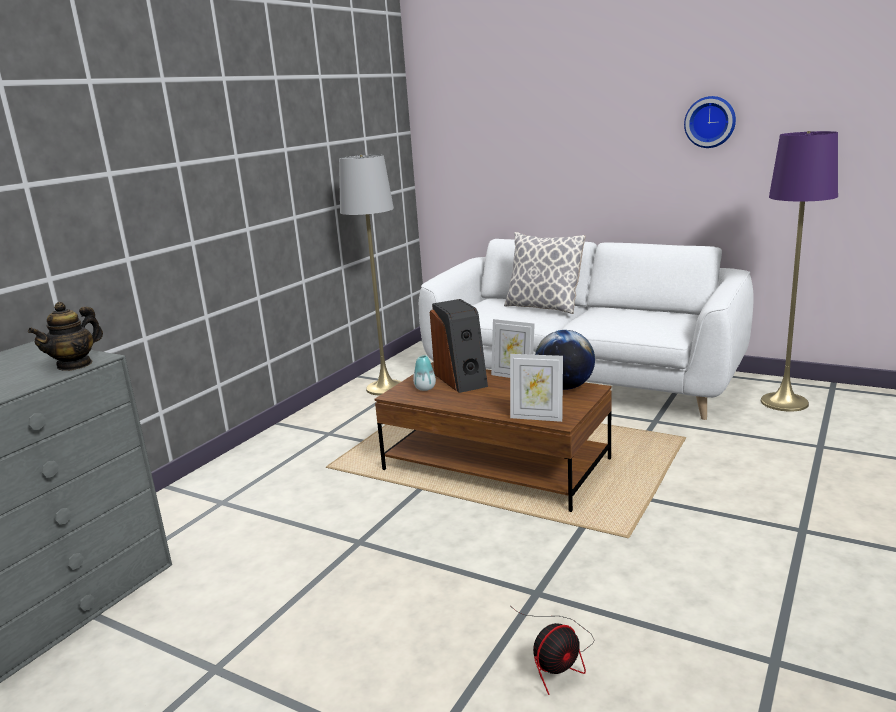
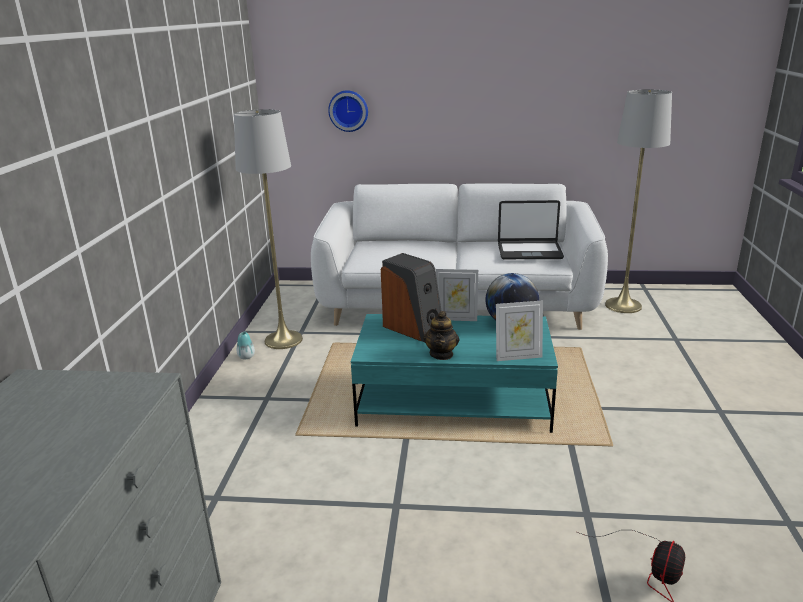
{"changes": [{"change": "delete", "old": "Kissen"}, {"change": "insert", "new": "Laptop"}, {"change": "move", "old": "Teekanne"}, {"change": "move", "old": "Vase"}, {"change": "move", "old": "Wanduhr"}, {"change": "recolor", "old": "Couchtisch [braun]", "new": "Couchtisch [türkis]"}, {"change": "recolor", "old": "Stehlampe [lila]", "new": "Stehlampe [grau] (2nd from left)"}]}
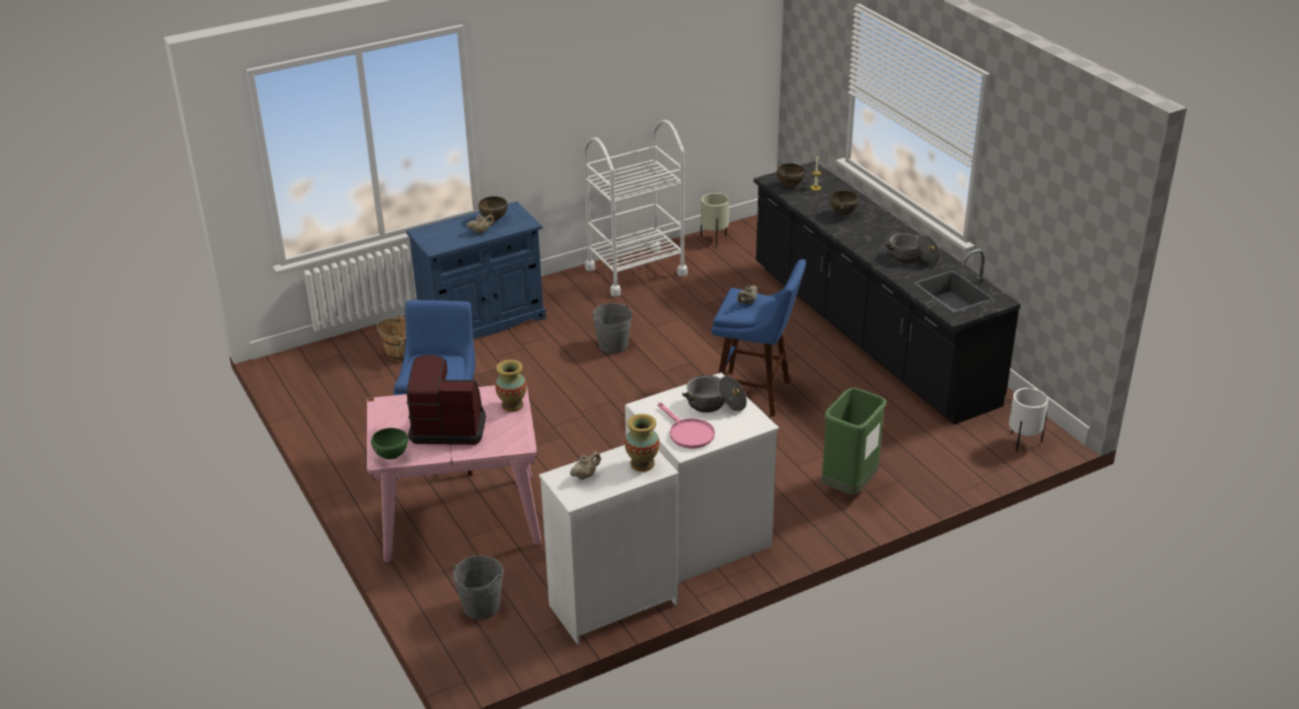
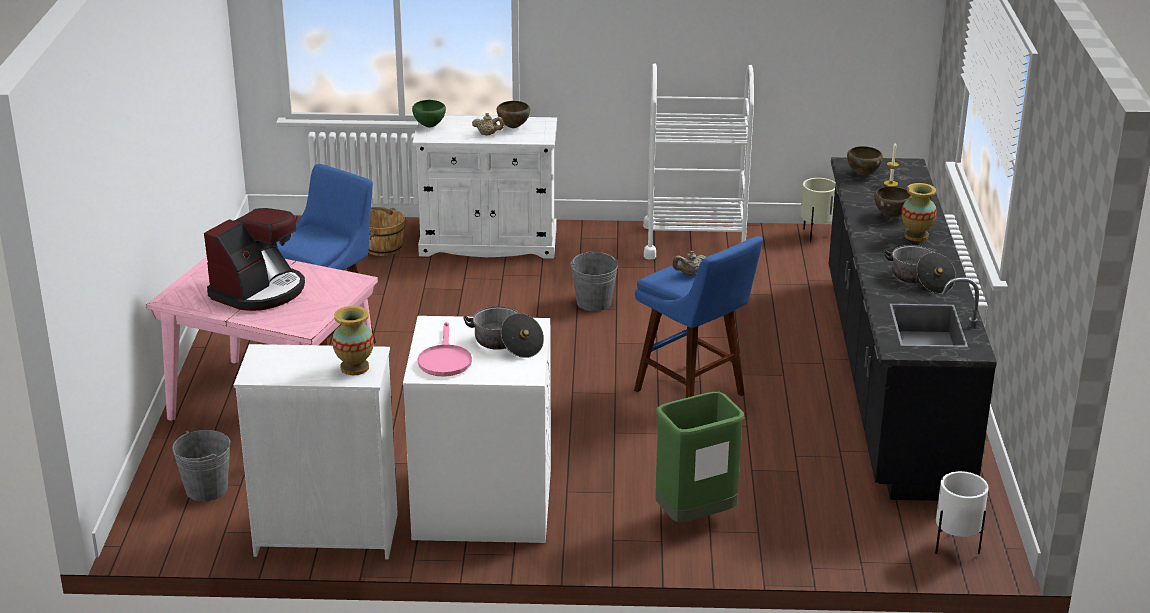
{"changes": [{"change": "delete", "old": "Teekanne [beige] (2nd from left)"}, {"change": "move", "old": "Schüssel [grün]"}, {"change": "move", "old": "Vase (1st from left in the first image)", "new": "Vase (2nd from left)"}, {"change": "recolor", "old": "Schrank [blau]", "new": "Schrank [weiß]"}, {"change": "rotate", "old": "Kaffeemaschine", "degrees": 90}]}
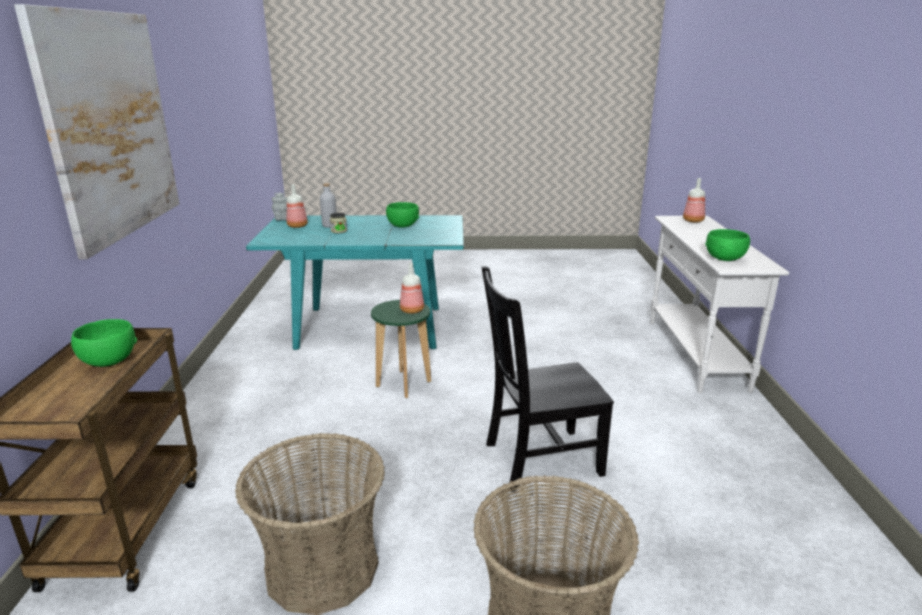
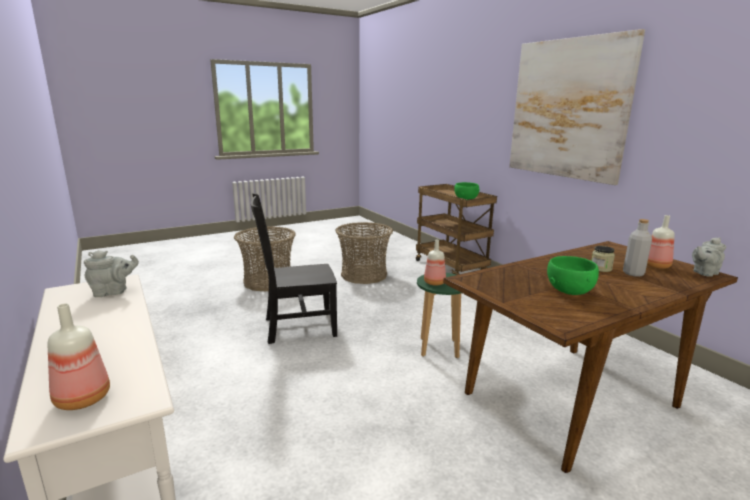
{"changes": [{"change": "replace", "old": "Schüssel [grün] (3rd from left)", "new": "Teekanne [grau] (1st from left)"}, {"change": "recolor", "old": "Esstisch [türkis]", "new": "Esstisch [braun]"}, {"change": "rotate", "old": "Stuhl [schwarz]", "degrees": -150}]}
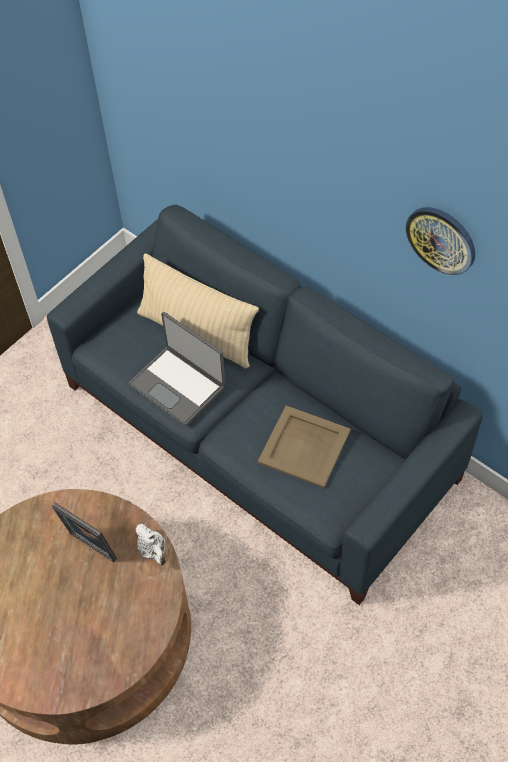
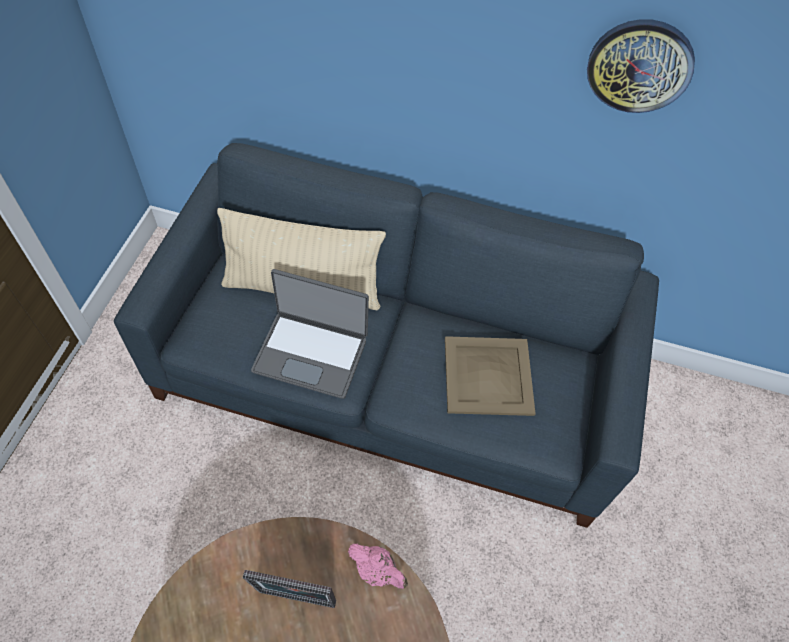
{"changes": [{"change": "recolor", "old": "Teekanne [weiß]", "new": "Teekanne [rosa]"}]}
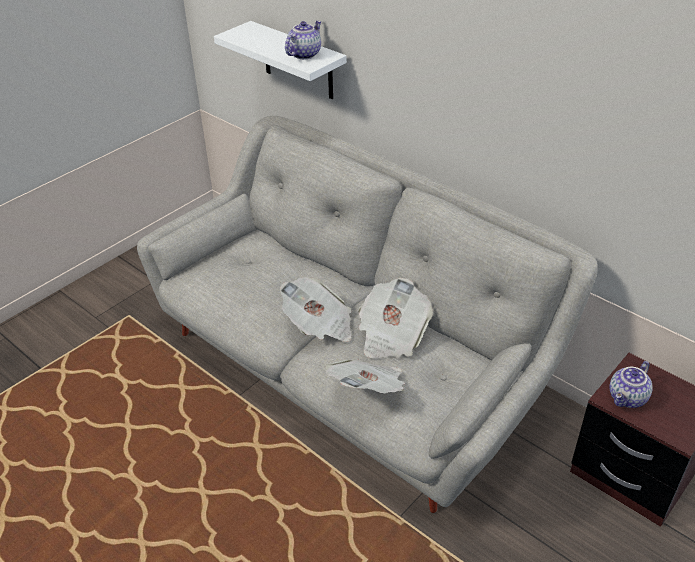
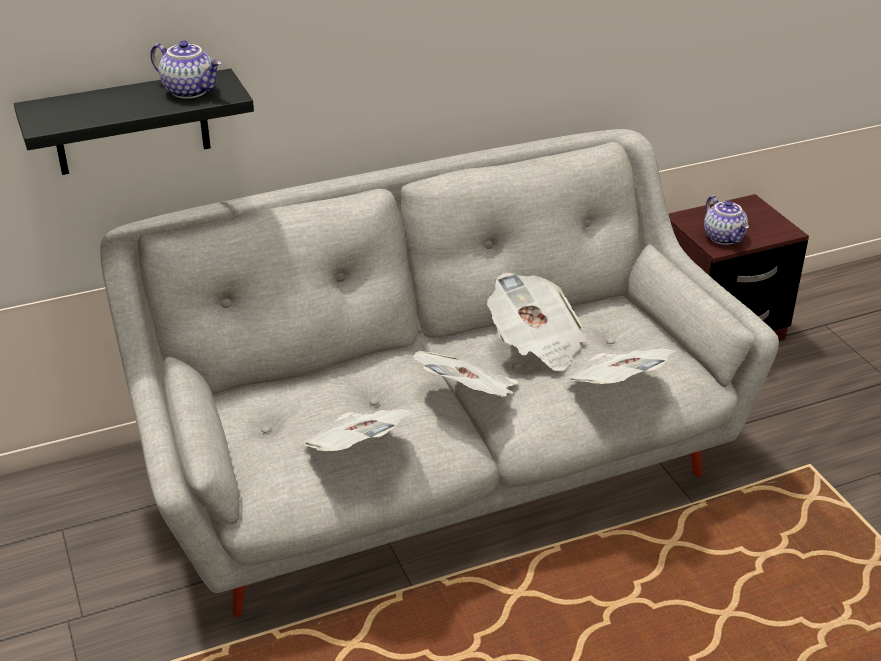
{"changes": [{"change": "insert", "new": "Zeitung (1st from left)"}, {"change": "recolor", "old": "Wandregal [weiß]", "new": "Wandregal [schwarz]"}, {"change": "rotate", "old": "Teekanne (1st from left)", "degrees": 150}]}
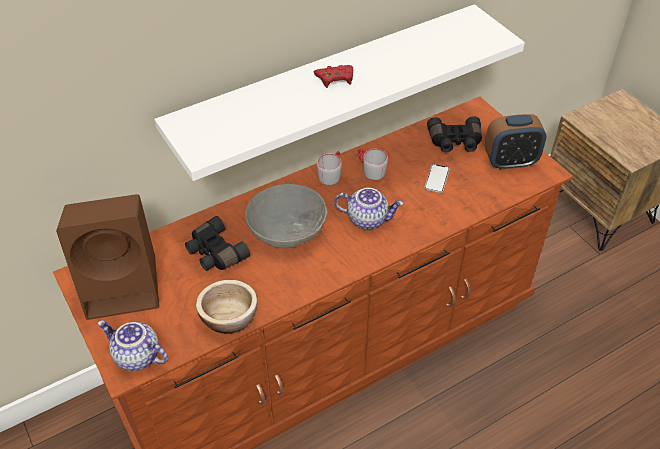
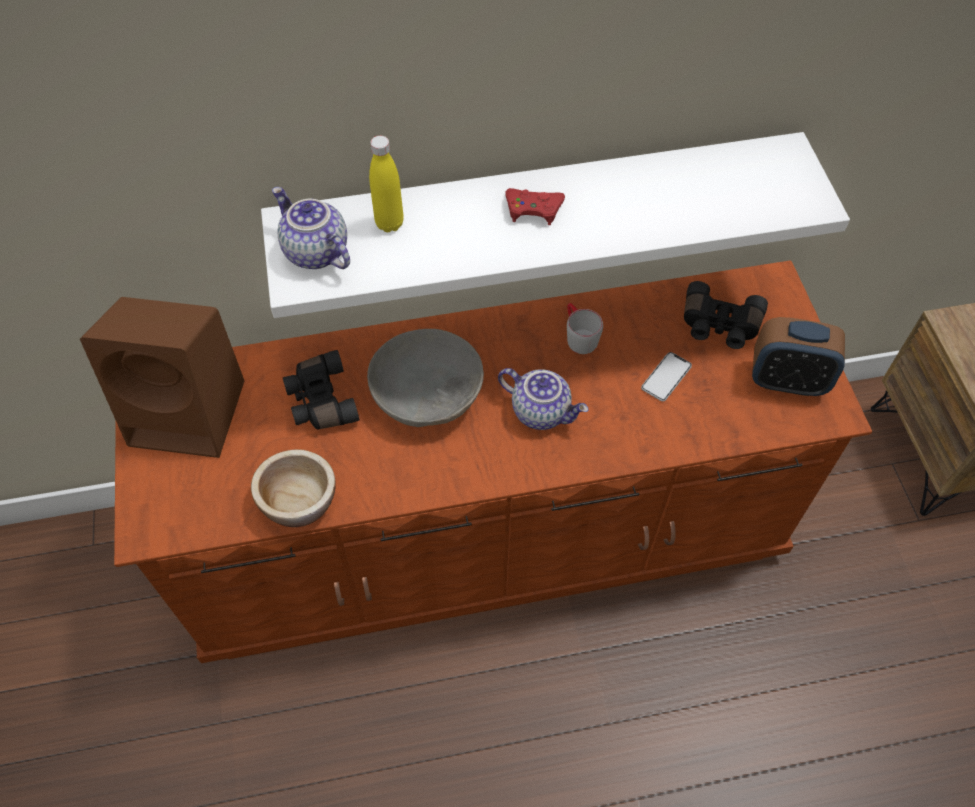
{"changes": [{"change": "delete", "old": "Henkelbecher [grau] (1st from left)"}, {"change": "insert", "new": "Flasche [gelb]"}, {"change": "move", "old": "Teekanne (1st from left)"}]}
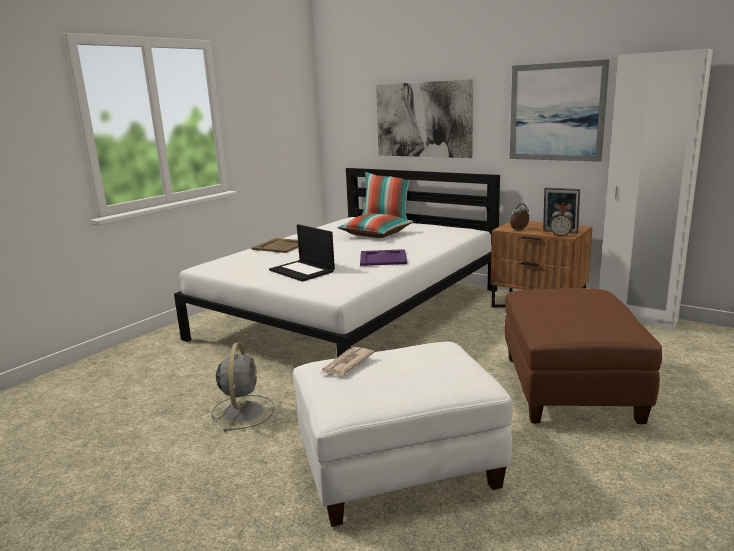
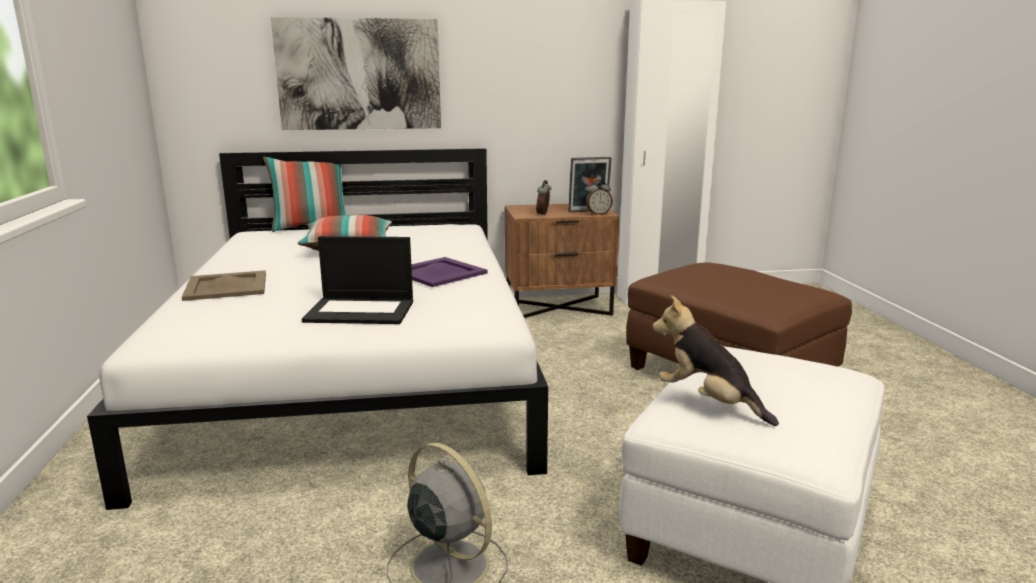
{"changes": [{"change": "delete", "old": "Bild (2nd from left)"}, {"change": "replace", "old": "Zeitung", "new": "Plüschtier"}]}
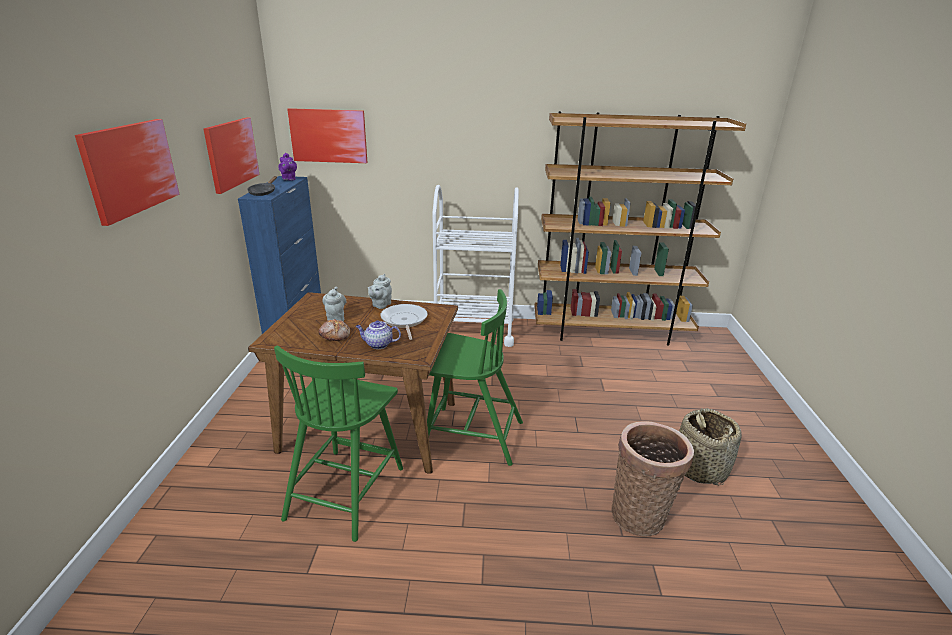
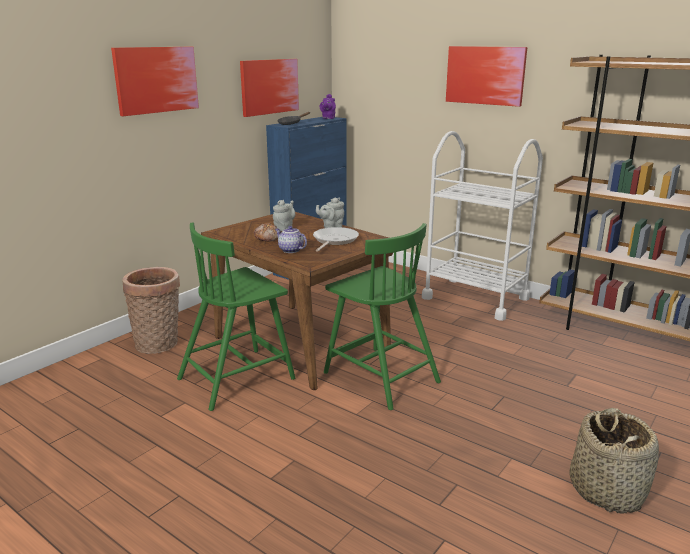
{"changes": [{"change": "move", "old": "Bild (3rd from left)"}, {"change": "move", "old": "Korb (1st from left)"}]}
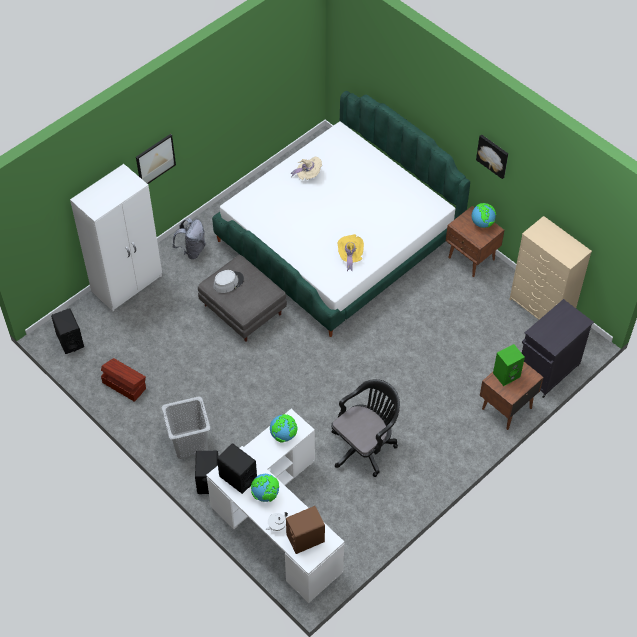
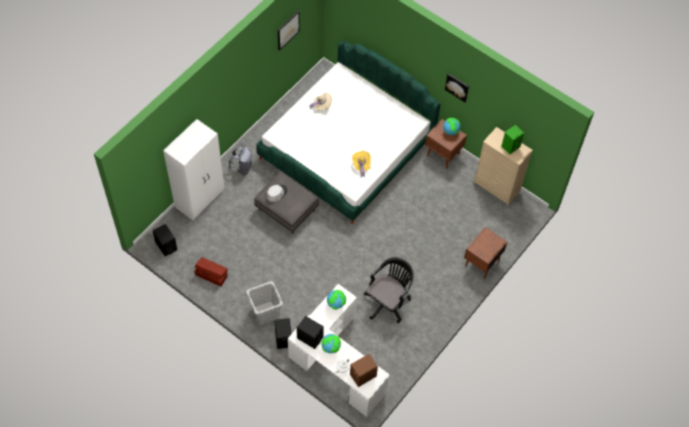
{"changes": [{"change": "delete", "old": "Schrank [schwarz]"}, {"change": "move", "old": "Bild (1st from left)"}, {"change": "move", "old": "Lautsprecher [grün]"}]}
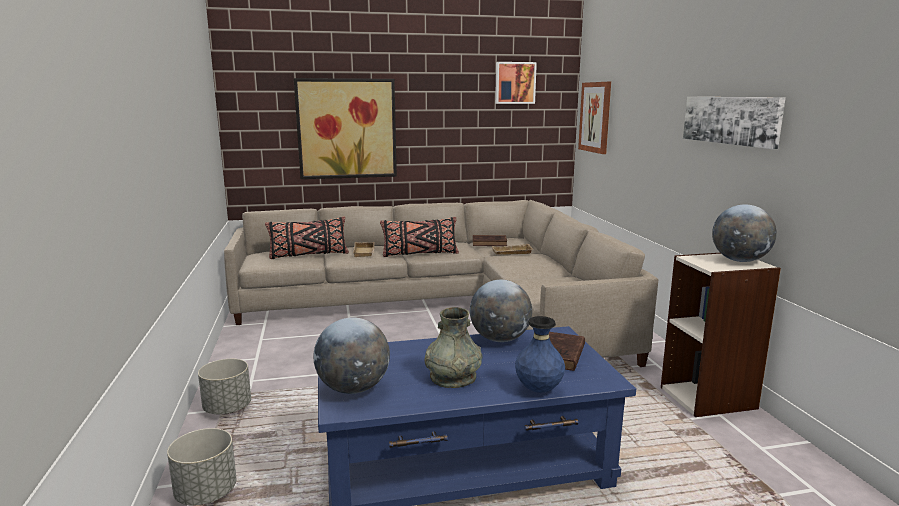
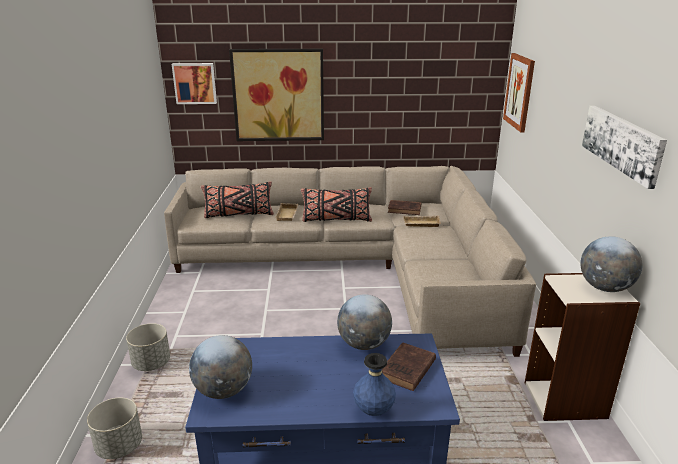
{"changes": [{"change": "delete", "old": "Vase [grau]"}, {"change": "move", "old": "Bild (2nd from left in the first image)", "new": "Bild (1st from left)"}]}
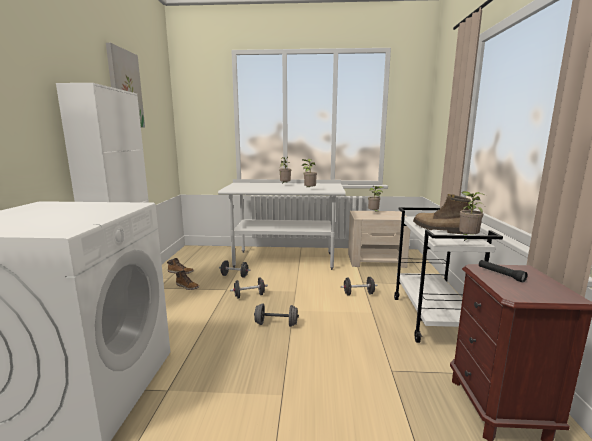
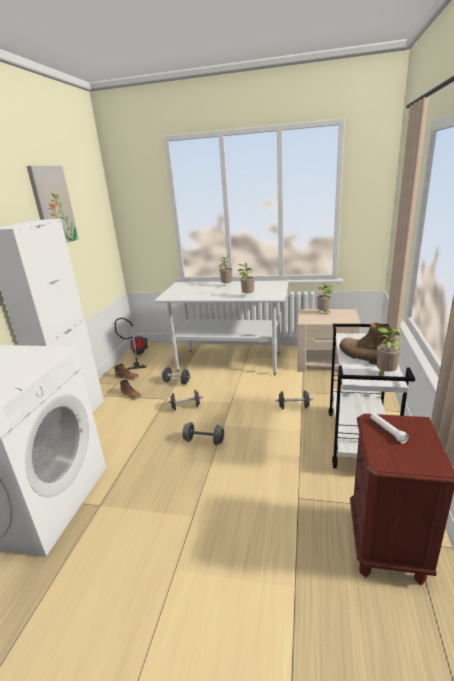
{"changes": [{"change": "insert", "new": "Staubsauger"}, {"change": "recolor", "old": "Taschenlampe [schwarz]", "new": "Taschenlampe [weiß]"}]}
